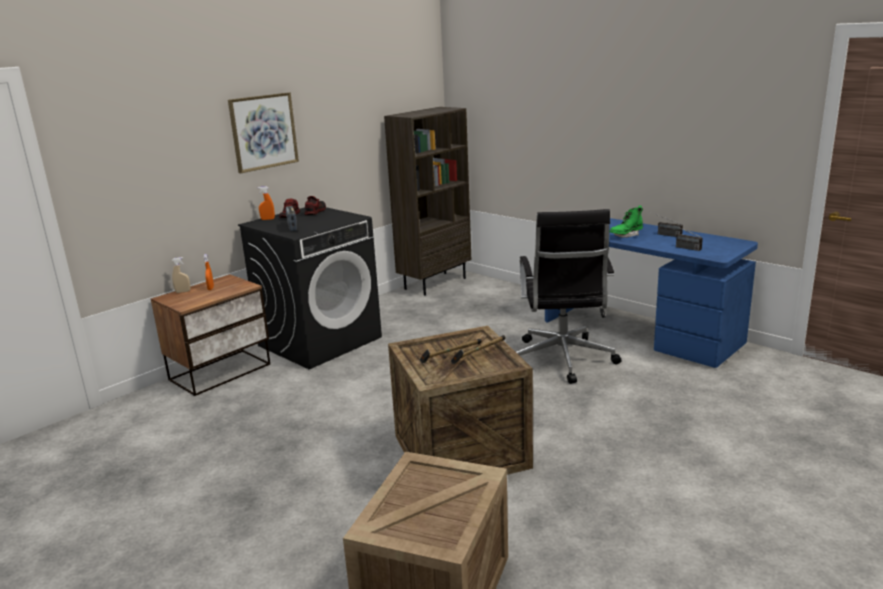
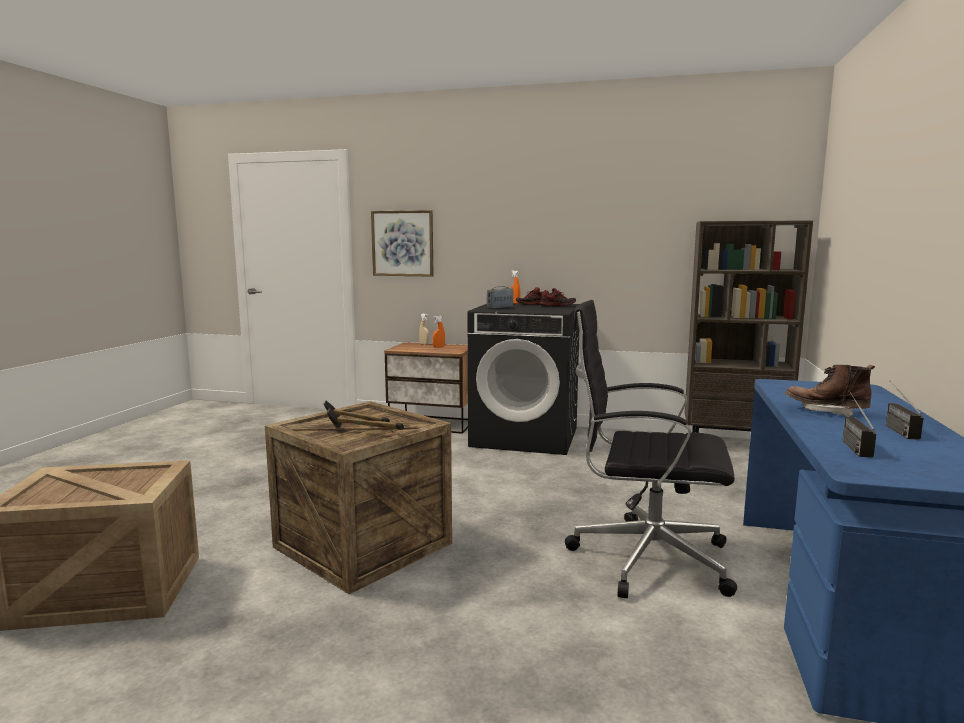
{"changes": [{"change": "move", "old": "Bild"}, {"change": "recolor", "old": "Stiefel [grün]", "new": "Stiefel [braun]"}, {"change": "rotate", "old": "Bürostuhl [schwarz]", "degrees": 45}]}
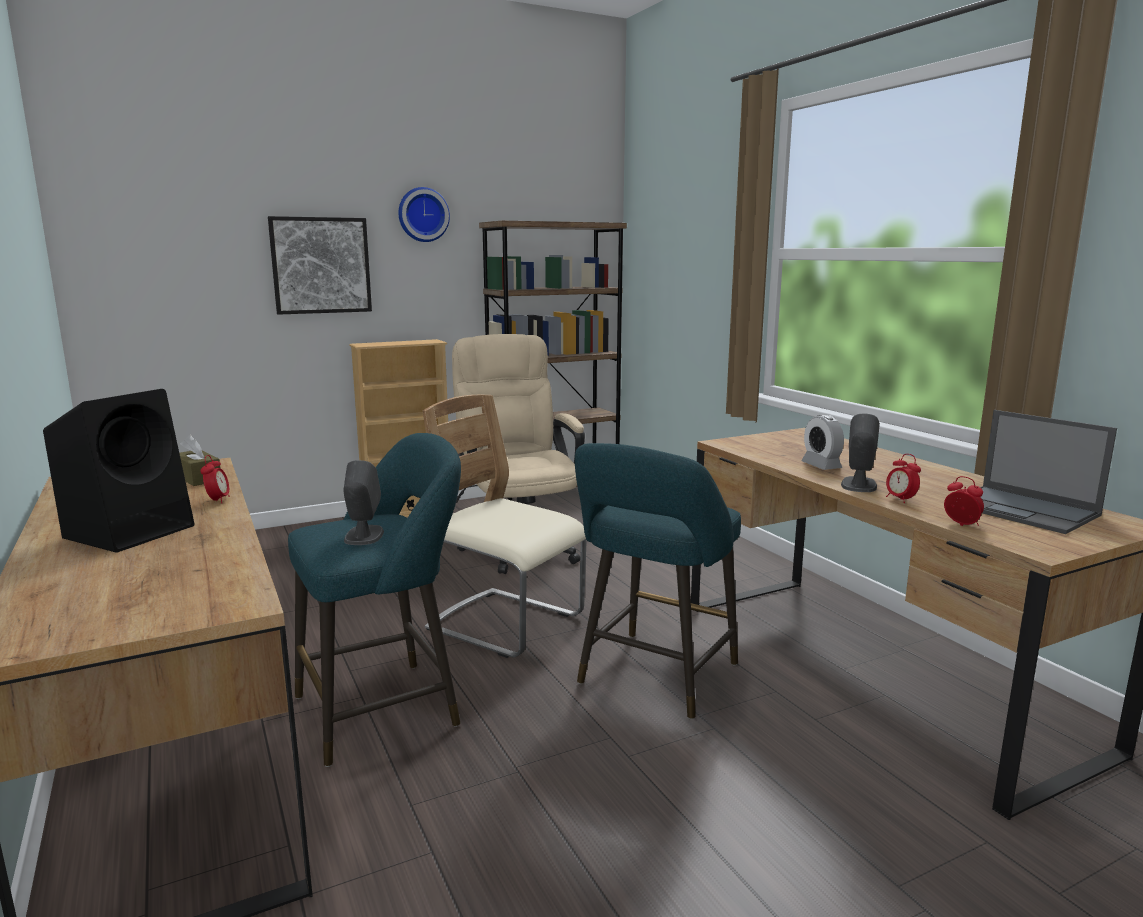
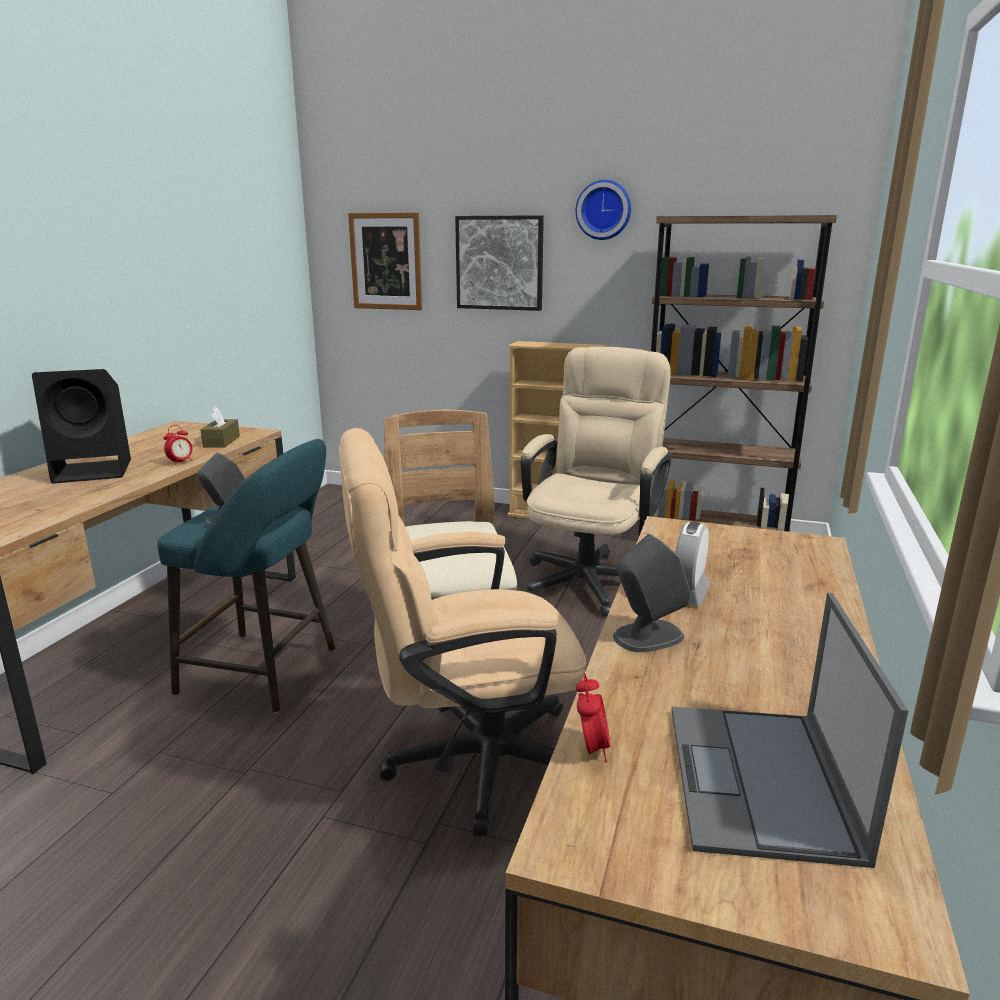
{"changes": [{"change": "delete", "old": "Wecker (3rd from left)"}, {"change": "insert", "new": "Bild (1st from left)"}, {"change": "replace", "old": "Hocker [türkis] (2nd from left)", "new": "Bürostuhl [beige] (1st from left)"}]}
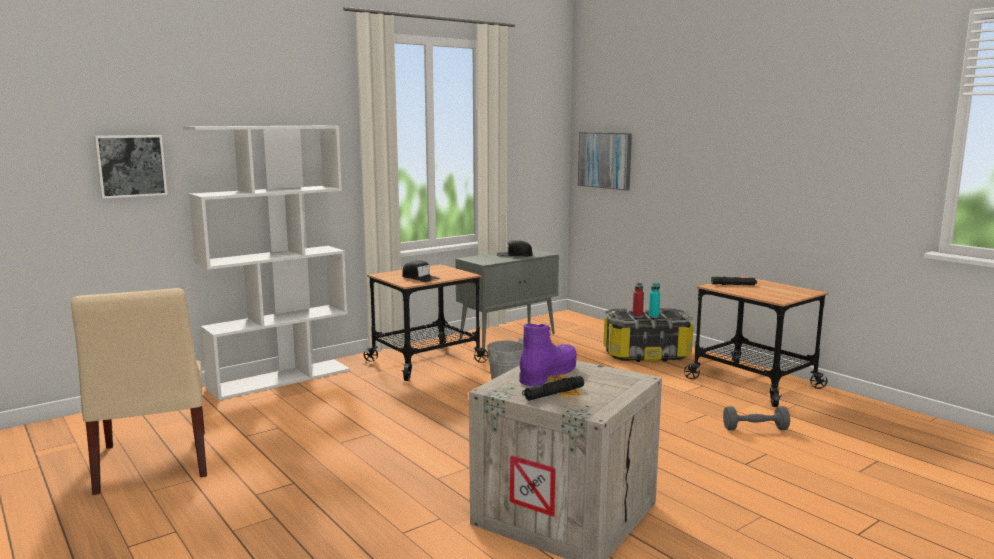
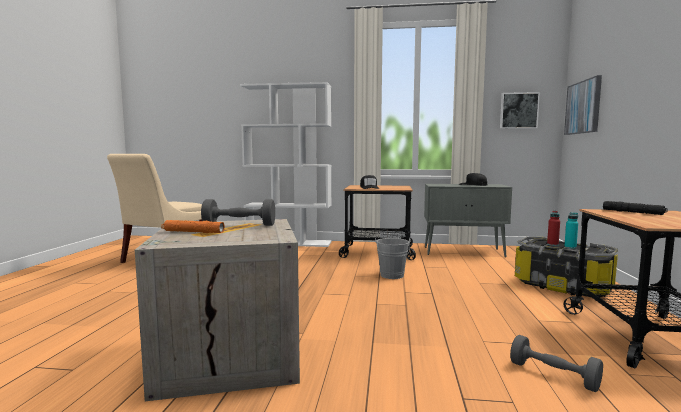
{"changes": [{"change": "move", "old": "Bild (1st from left)"}, {"change": "replace", "old": "Stiefel [lila]", "new": "Hantel [grau] (1st from left)"}, {"change": "recolor", "old": "Taschenlampe [schwarz] (1st from left)", "new": "Taschenlampe [orange]"}]}
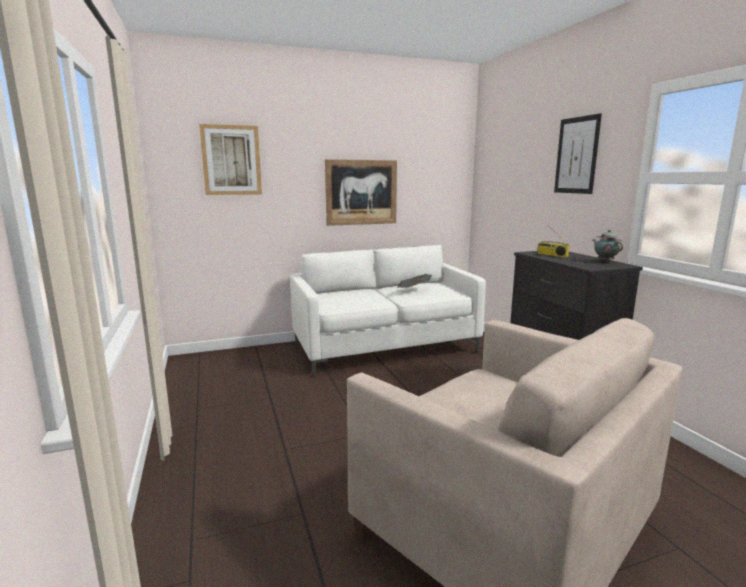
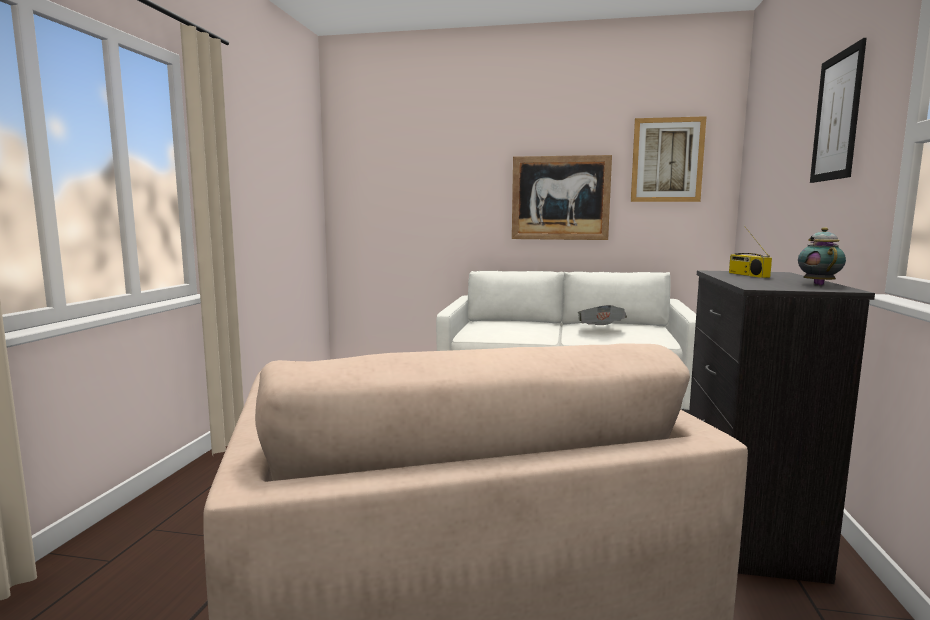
{"changes": [{"change": "move", "old": "Bild (1st from left in the first image)", "new": "Bild (2nd from left)"}]}
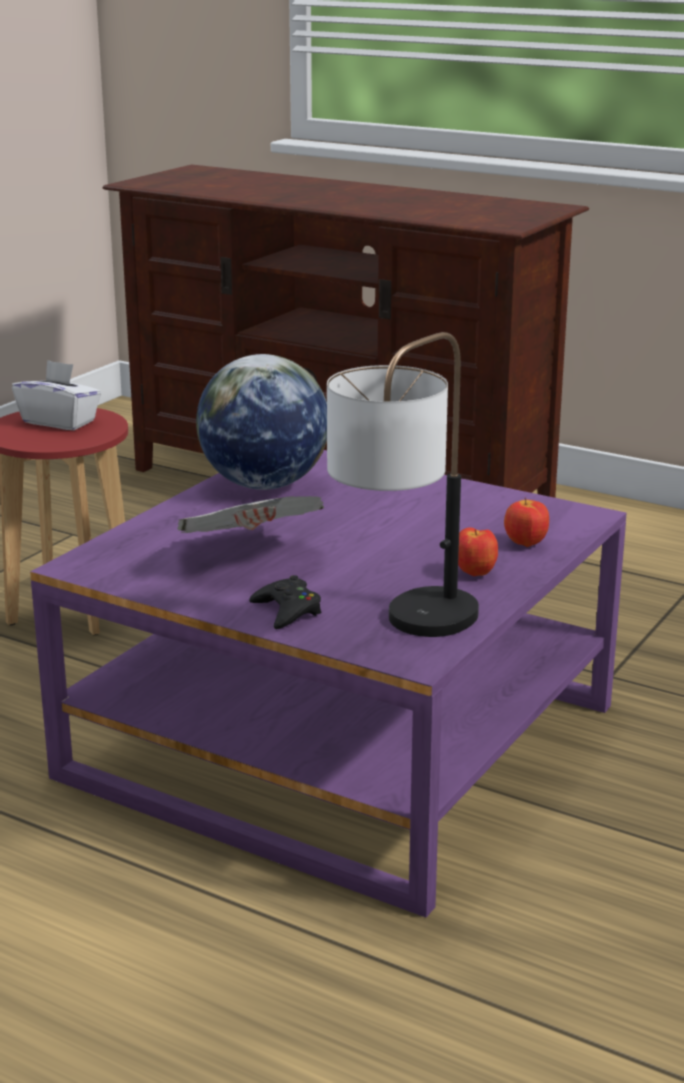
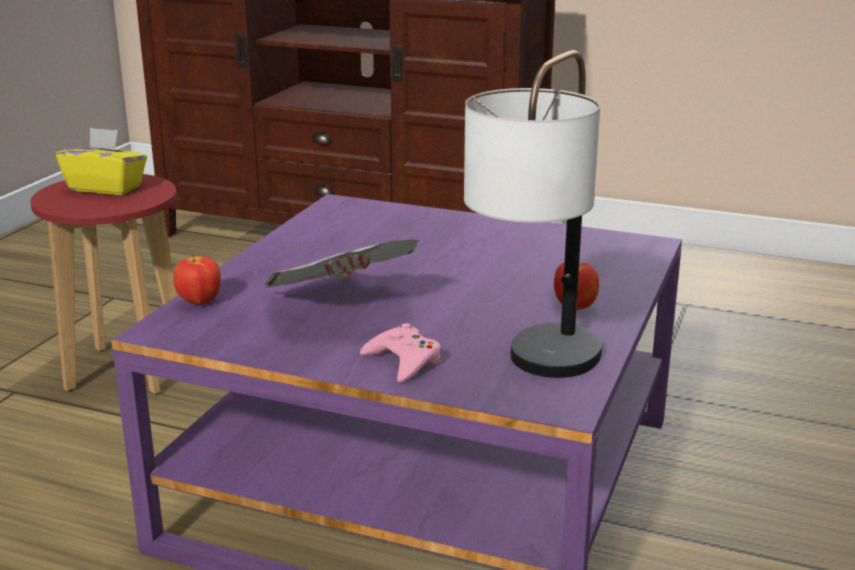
{"changes": [{"change": "delete", "old": "Globus"}, {"change": "move", "old": "Apfel (2nd from left in the first image)", "new": "Apfel (1st from left)"}, {"change": "recolor", "old": "Taschentuchbox [weiß]", "new": "Taschentuchbox [gelb]"}, {"change": "recolor", "old": "Gamepad [schwarz]", "new": "Gamepad [rosa]"}]}
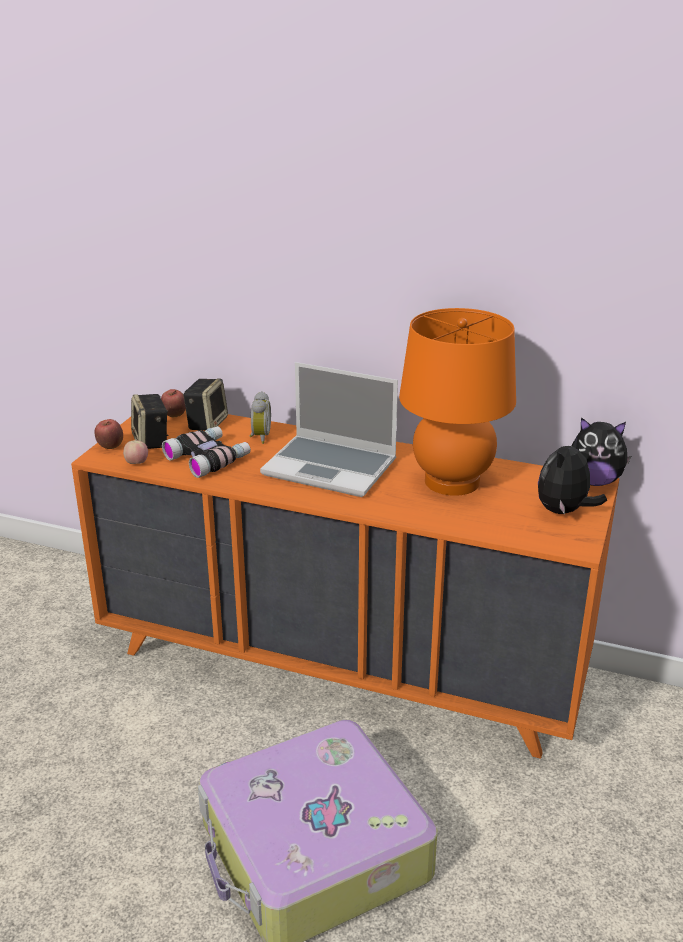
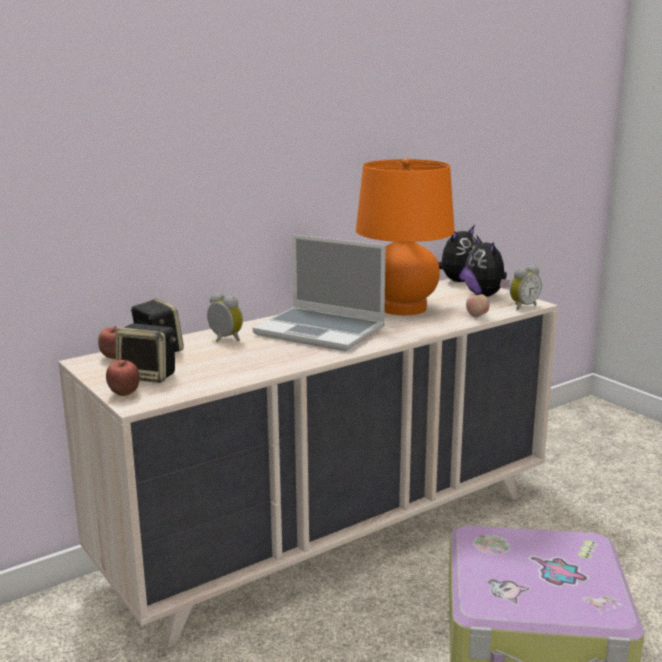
{"changes": [{"change": "delete", "old": "Fernglas"}, {"change": "insert", "new": "Wecker (2nd from left)"}, {"change": "move", "old": "Apfel (2nd from left in the first image)", "new": "Apfel (3rd from left)"}, {"change": "recolor", "old": "Kommode [orange]", "new": "Kommode [beige]"}, {"change": "rotate", "old": "Laptop", "degrees": 60}]}
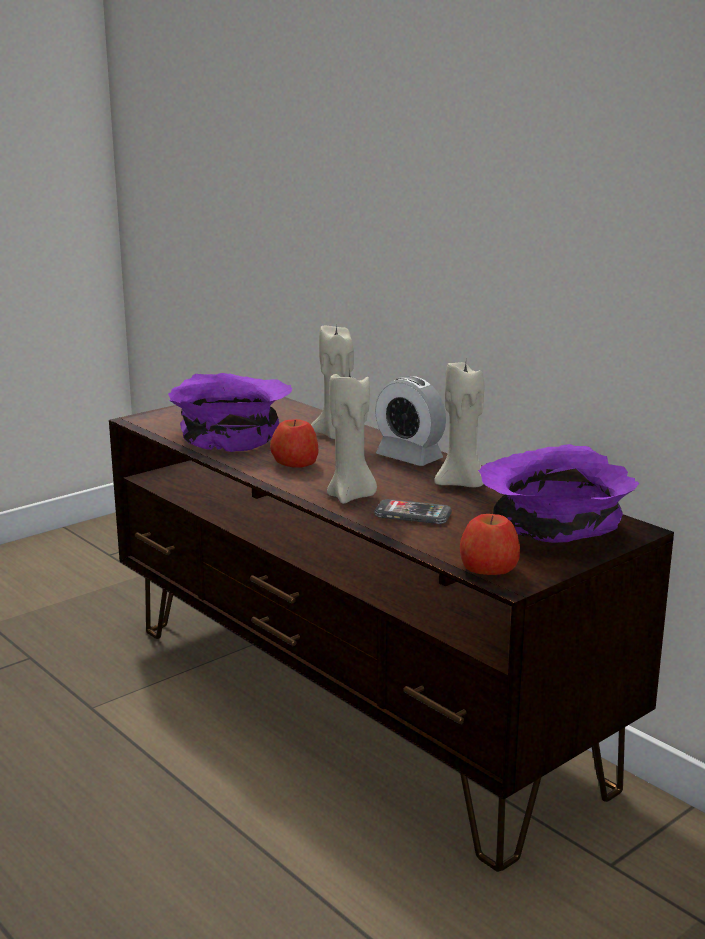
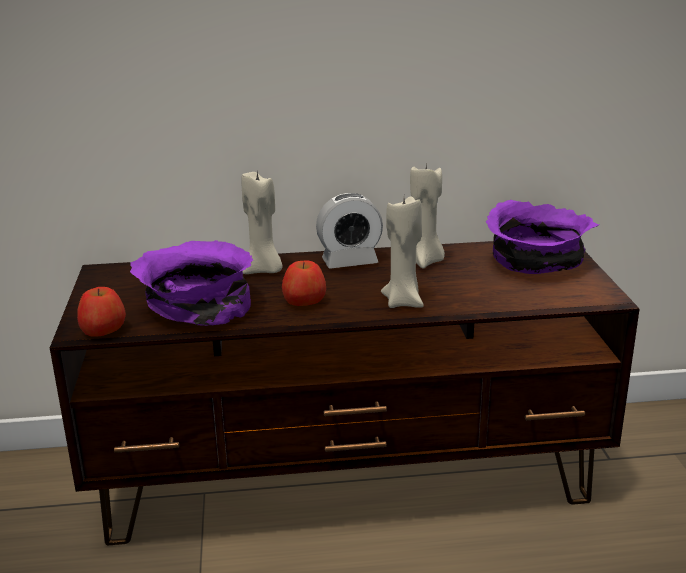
{"changes": [{"change": "delete", "old": "Handy"}, {"change": "move", "old": "Apfel (2nd from left in the first image)", "new": "Apfel (1st from left)"}]}
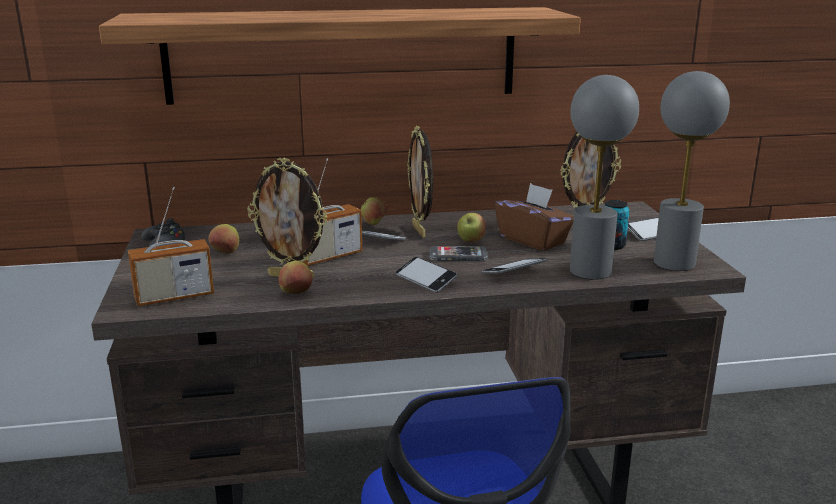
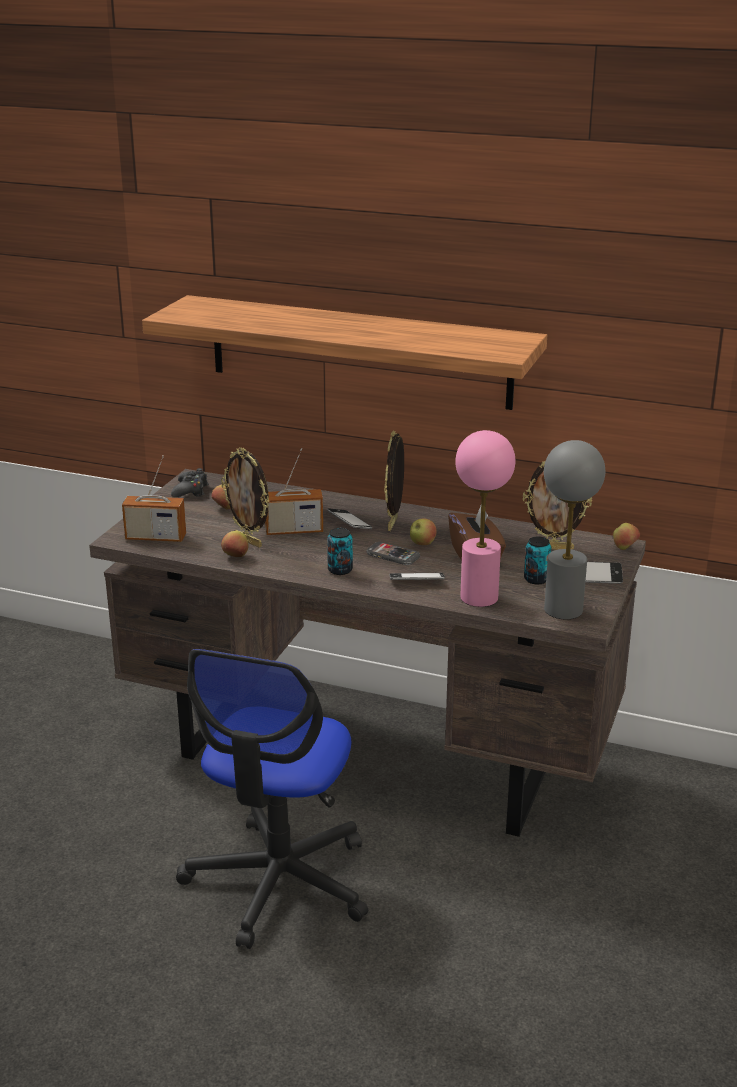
{"changes": [{"change": "move", "old": "Apfel (3rd from left in the first image)", "new": "Apfel (4th from left)"}, {"change": "replace", "old": "Handy (2nd from left)", "new": "Dose (1st from left)"}, {"change": "recolor", "old": "Tischlampe [grau] (1st from left)", "new": "Tischlampe [rosa]"}]}
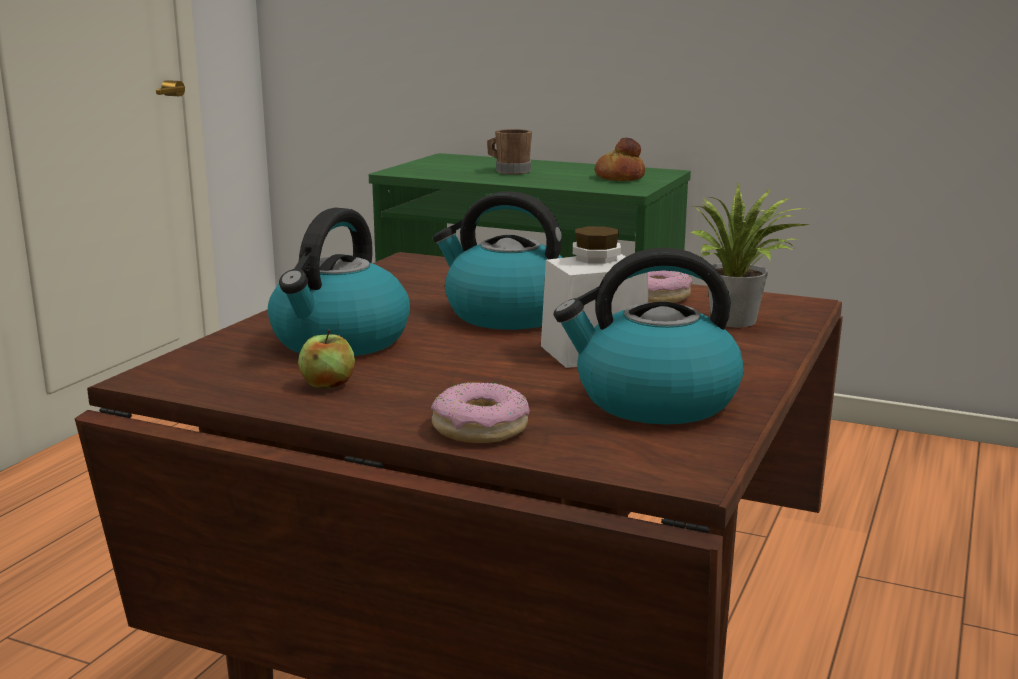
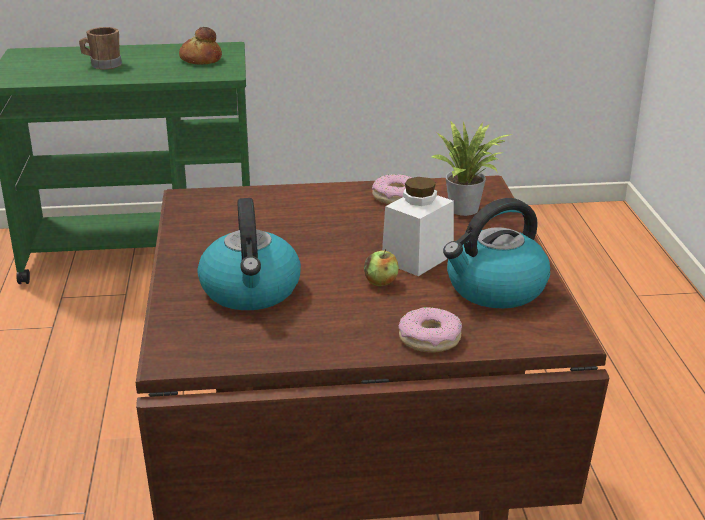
{"changes": [{"change": "delete", "old": "Wasserkessel (2nd from left)"}, {"change": "move", "old": "Apfel"}]}
